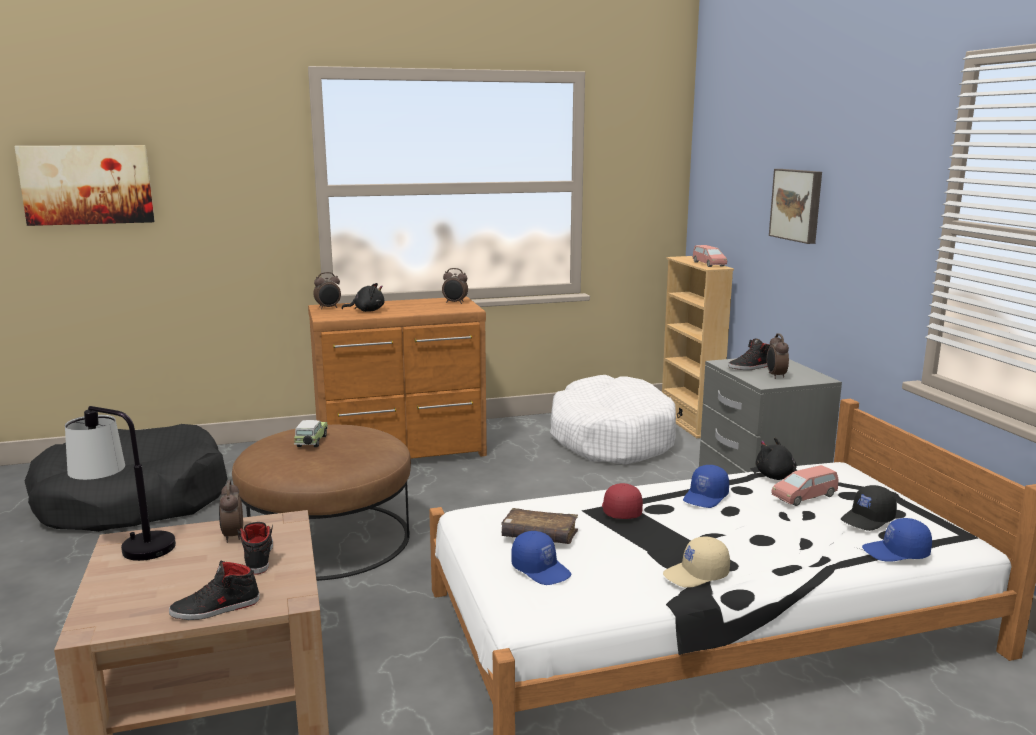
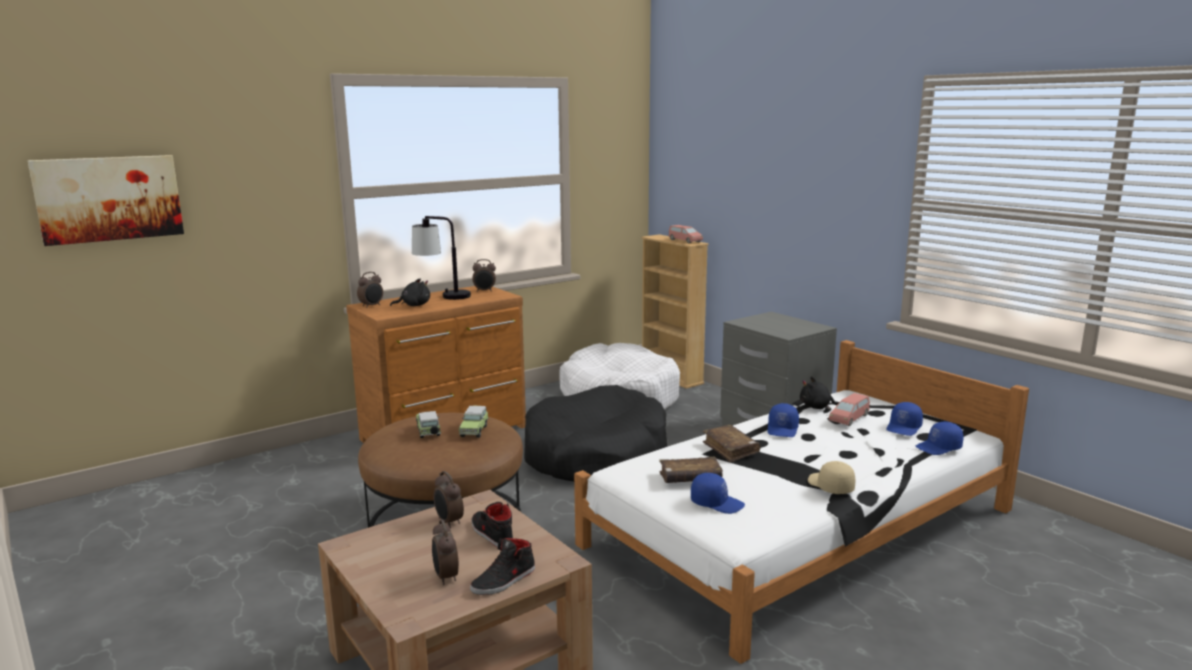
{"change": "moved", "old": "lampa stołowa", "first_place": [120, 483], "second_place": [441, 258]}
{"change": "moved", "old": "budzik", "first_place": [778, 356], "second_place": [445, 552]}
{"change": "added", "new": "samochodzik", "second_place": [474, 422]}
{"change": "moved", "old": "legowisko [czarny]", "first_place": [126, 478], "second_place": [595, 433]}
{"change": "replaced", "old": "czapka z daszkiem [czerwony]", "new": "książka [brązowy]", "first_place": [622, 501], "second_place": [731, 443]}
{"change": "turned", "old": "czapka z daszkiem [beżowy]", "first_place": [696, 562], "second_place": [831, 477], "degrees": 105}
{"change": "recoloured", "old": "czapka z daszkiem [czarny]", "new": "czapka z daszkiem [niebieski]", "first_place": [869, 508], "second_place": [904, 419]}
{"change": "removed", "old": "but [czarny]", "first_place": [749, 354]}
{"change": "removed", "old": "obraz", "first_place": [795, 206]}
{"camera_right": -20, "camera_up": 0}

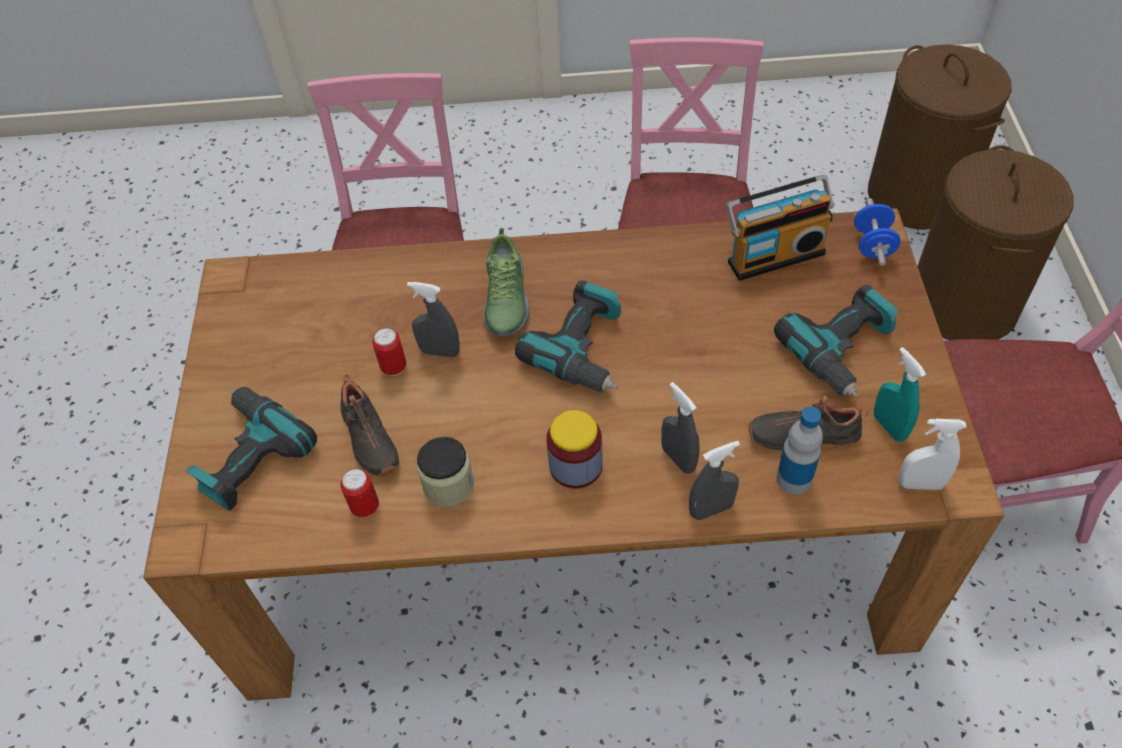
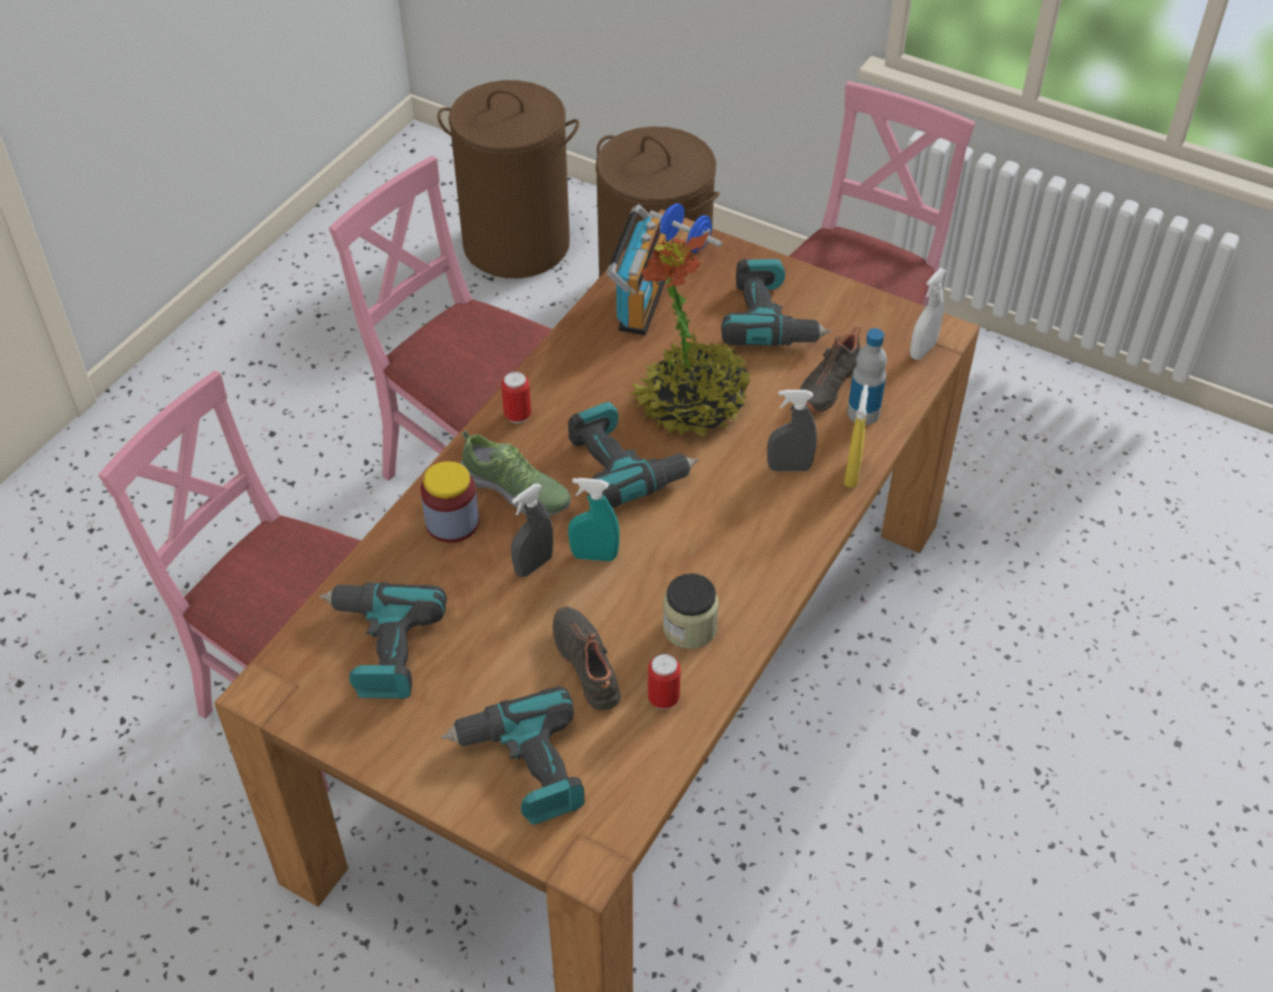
{"change": "added", "new": "wiertarka", "second_place": [383, 640]}
{"change": "moved", "old": "słoik", "first_place": [575, 449], "second_place": [449, 502]}
{"change": "moved", "old": "puszka", "first_place": [389, 352], "second_place": [516, 397]}
{"change": "turned", "old": "but [czarny]", "first_place": [369, 425], "second_place": [587, 658], "degrees": -120}
{"change": "moved", "old": "spryskiwacz [turkusowy]", "first_place": [900, 394], "second_place": [594, 519]}
{"change": "added", "new": "roślina doniczkowa", "second_place": [690, 334]}
{"change": "recoloured", "old": "spryskiwacz [szary]", "new": "spryskiwacz [żółty]", "first_place": [714, 480], "second_place": [856, 436]}
{"camera_right": -60, "camera_up": -5}

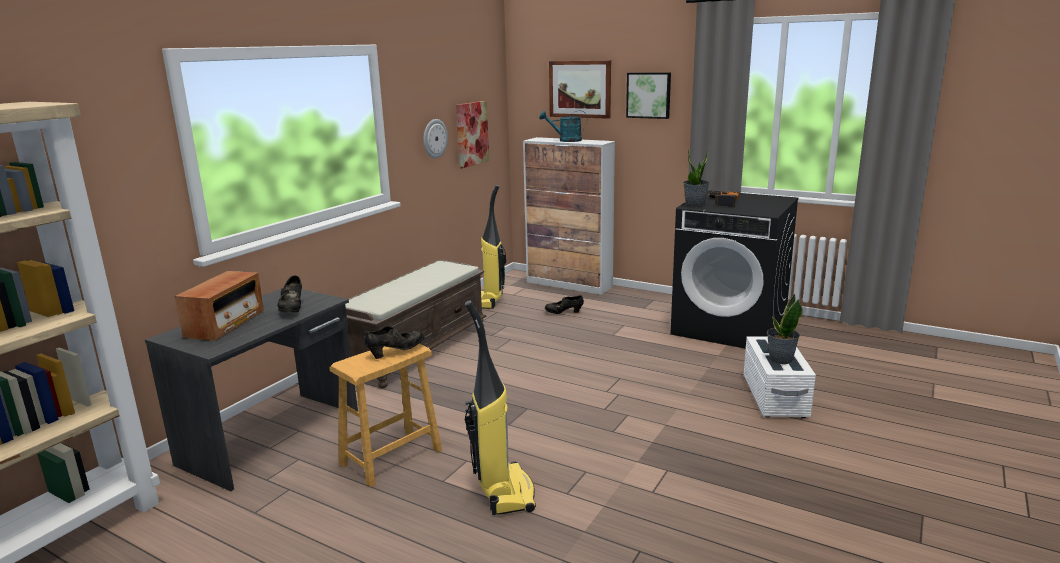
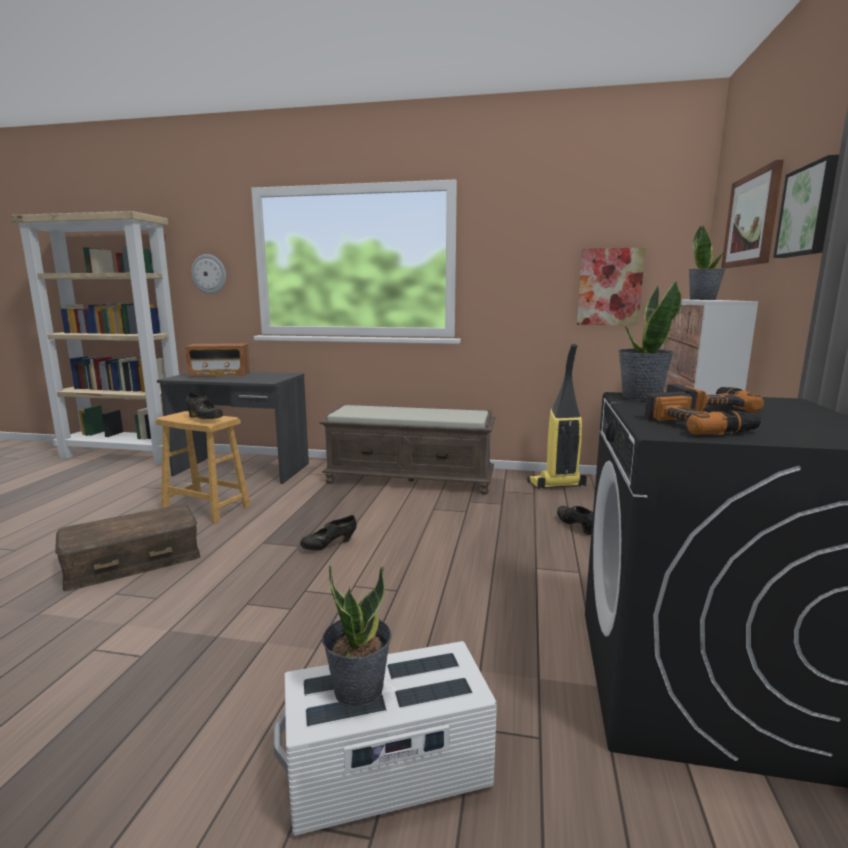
{"change": "replaced", "old": "odkurzacz", "new": "pojemnik do przechowywania [brązowy]", "first_place": [500, 408], "second_place": [127, 547]}
{"change": "moved", "old": "zegar ścienny", "first_place": [435, 138], "second_place": [208, 274]}
{"change": "moved", "old": "but [czarny]", "first_place": [289, 294], "second_place": [328, 532]}
{"change": "added", "new": "wiertarka", "second_place": [703, 413]}
{"change": "replaced", "old": "konewka [turkusowy]", "new": "roślina doniczkowa", "first_place": [563, 126], "second_place": [707, 262]}
{"camera_right": 70, "camera_up": -5}

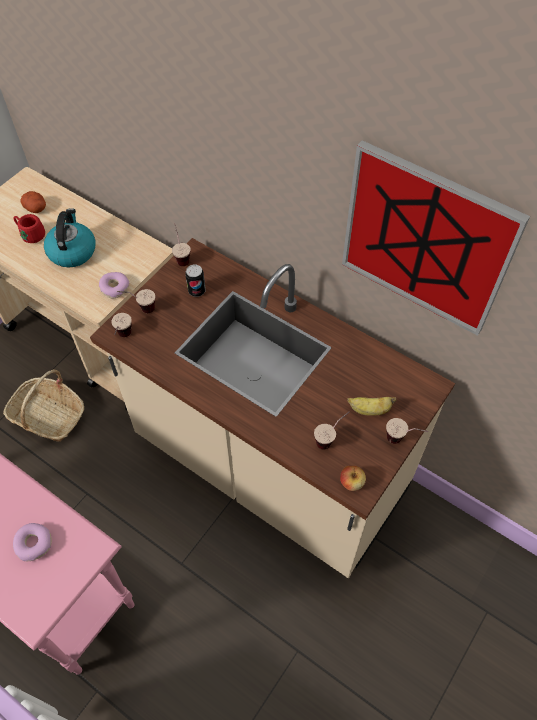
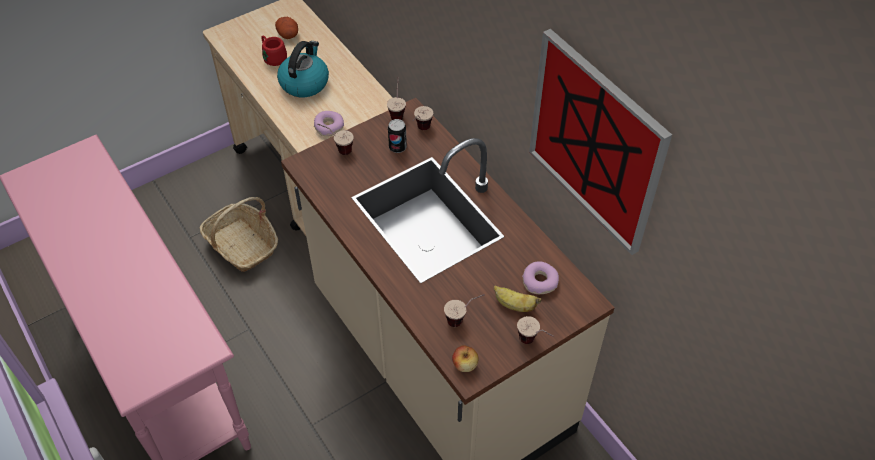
{"change": "moved", "old": "filiżanka", "first_place": [121, 325], "second_place": [423, 118]}
{"change": "moved", "old": "donut", "first_place": [32, 542], "second_place": [540, 277]}
{"camera_right": 20, "camera_up": -5}

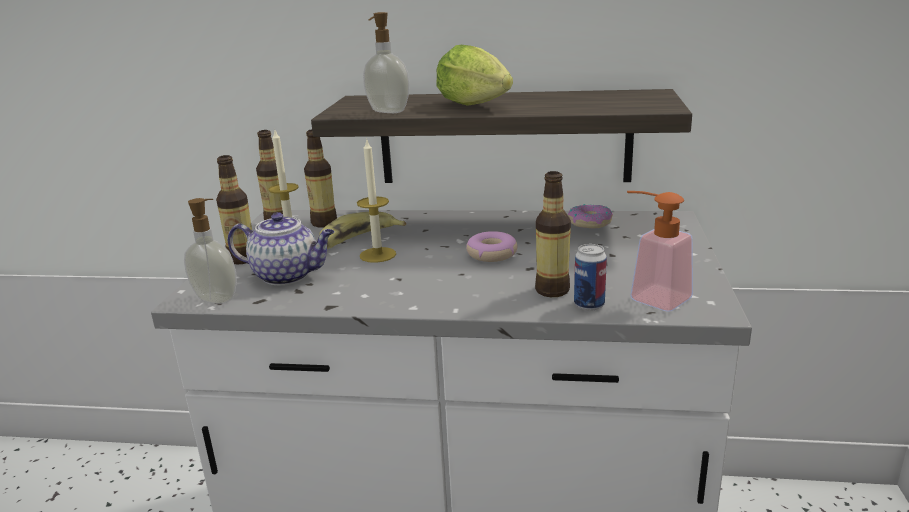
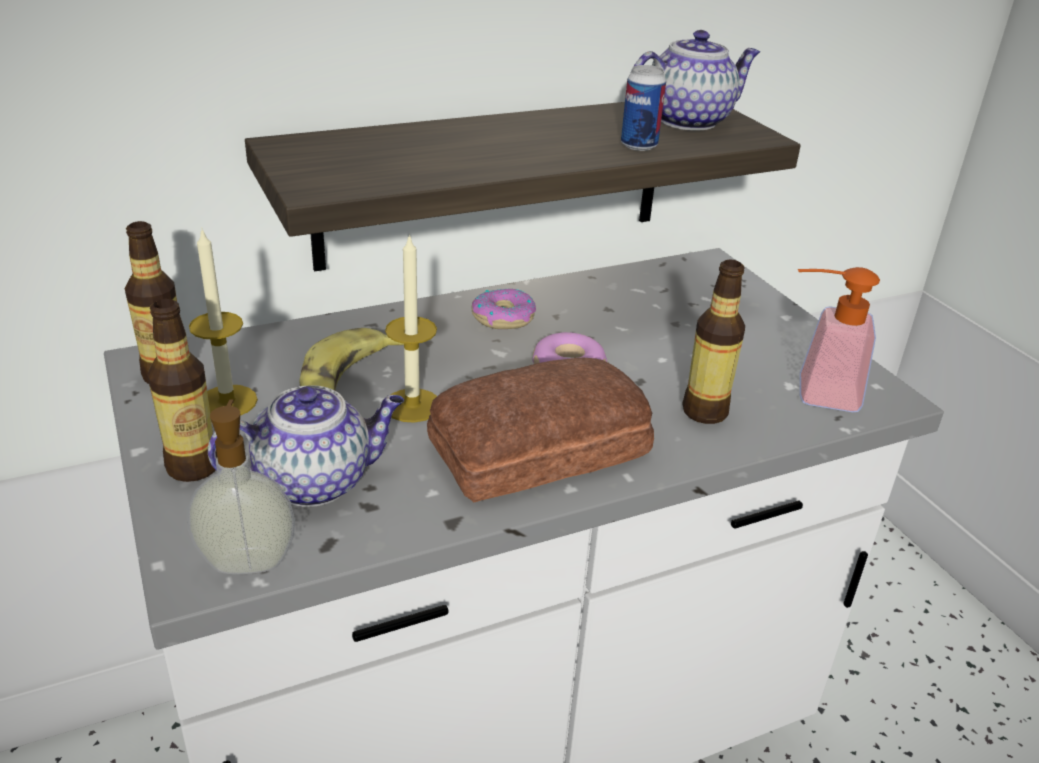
{"change": "added", "new": "chleb", "second_place": [540, 430]}
{"change": "moved", "old": "donut", "first_place": [590, 216], "second_place": [503, 308]}
{"change": "moved", "old": "puszka", "first_place": [590, 277], "second_place": [643, 108]}
{"change": "added", "new": "imbryk", "second_place": [695, 80]}
{"change": "removed", "old": "butelka", "first_place": [320, 178]}
{"change": "removed", "old": "dozownik mydła", "first_place": [386, 62]}
{"change": "removed", "old": "sałata", "first_place": [474, 75]}
{"camera_right": -35, "camera_up": 10}

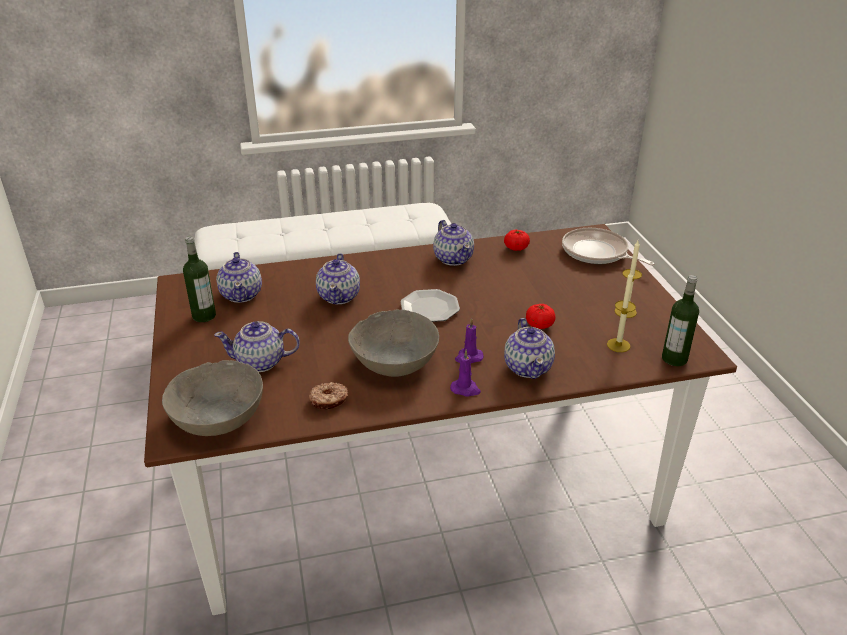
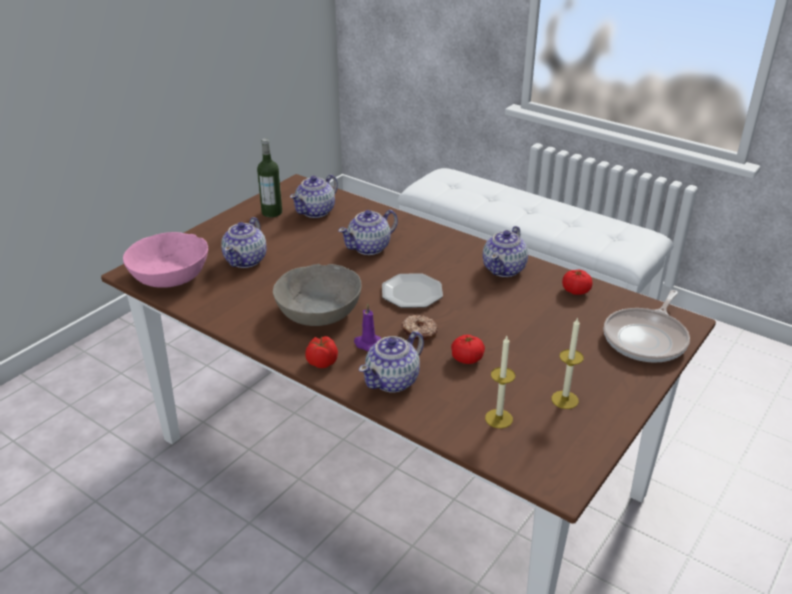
{"change": "recoloured", "old": "miska [szary]", "new": "miska [różowy]", "first_place": [212, 398], "second_place": [165, 260]}
{"change": "turned", "old": "imbryk", "first_place": [257, 346], "second_place": [243, 242], "degrees": -120}
{"change": "replaced", "old": "świeca [fioletowy]", "new": "pomidor", "first_place": [465, 372], "second_place": [321, 352]}
{"change": "moved", "old": "donut", "first_place": [329, 396], "second_place": [419, 327]}
{"change": "turned", "old": "patelnia", "first_place": [608, 246], "second_place": [647, 326], "degrees": -150}
{"change": "removed", "old": "butelka", "first_place": [680, 320]}
{"camera_right": 50, "camera_up": 0}

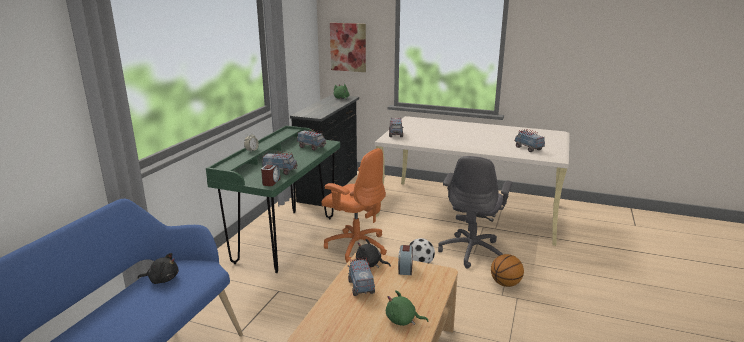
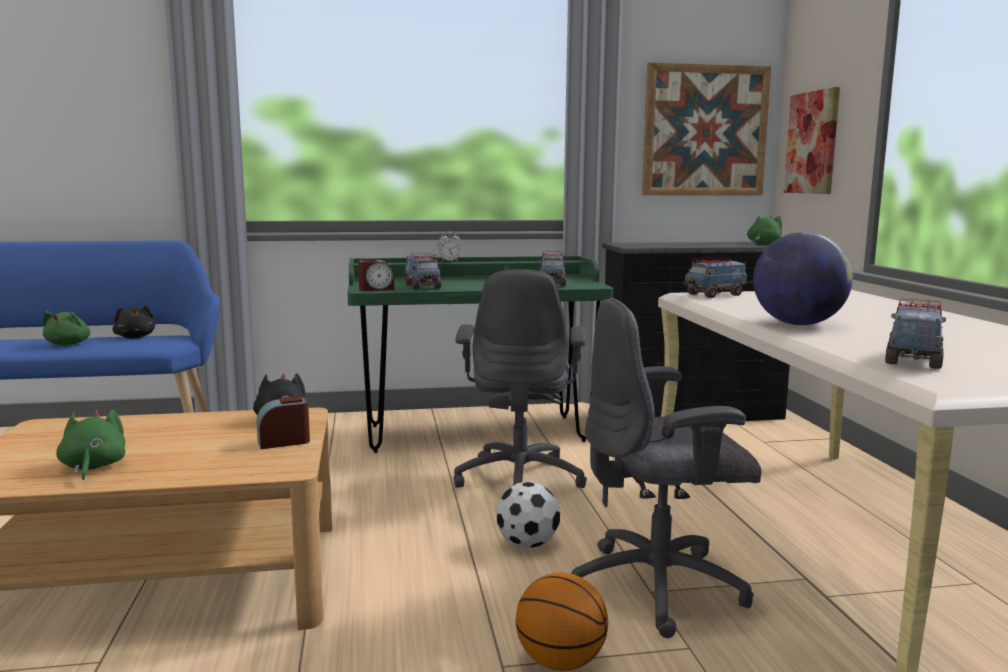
{"change": "added", "new": "pluszak [zielony]", "second_place": [66, 328]}
{"change": "recoloured", "old": "krzesło biurowe [pomarańczowy]", "new": "krzesło biurowe [szary]", "first_place": [354, 205], "second_place": [520, 378]}
{"change": "added", "new": "obraz", "second_place": [706, 129]}
{"change": "added", "new": "globus", "second_place": [803, 278]}
{"change": "removed", "old": "ciężarówka zabawkowa", "first_place": [361, 276]}
{"camera_right": 60, "camera_up": -10}

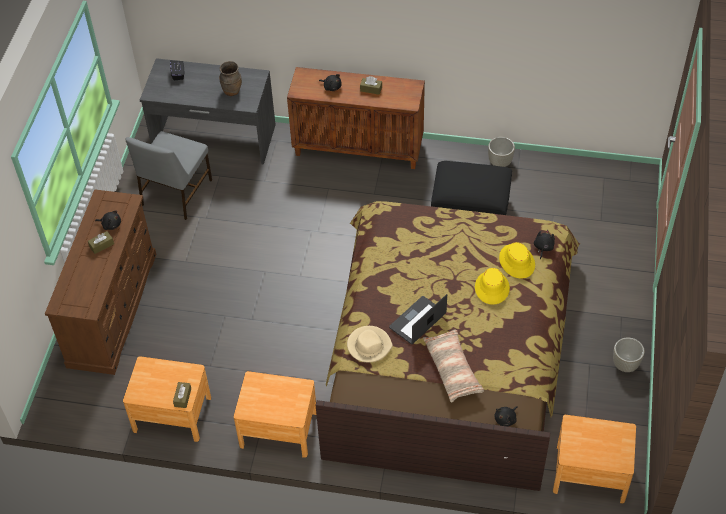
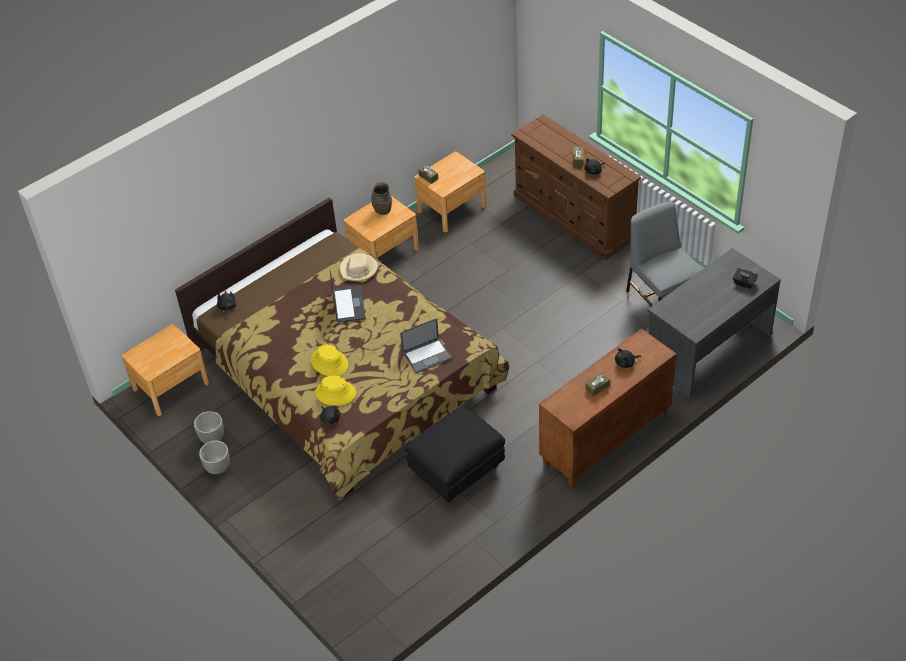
{"change": "moved", "old": "donica [szary]", "first_place": [501, 152], "second_place": [209, 427]}
{"change": "moved", "old": "wazon [brązowy]", "first_place": [230, 78], "second_place": [381, 198]}
{"change": "added", "new": "laptop", "second_place": [426, 345]}
{"change": "removed", "old": "poduszka", "first_place": [453, 365]}
{"camera_right": 130, "camera_up": -5}

